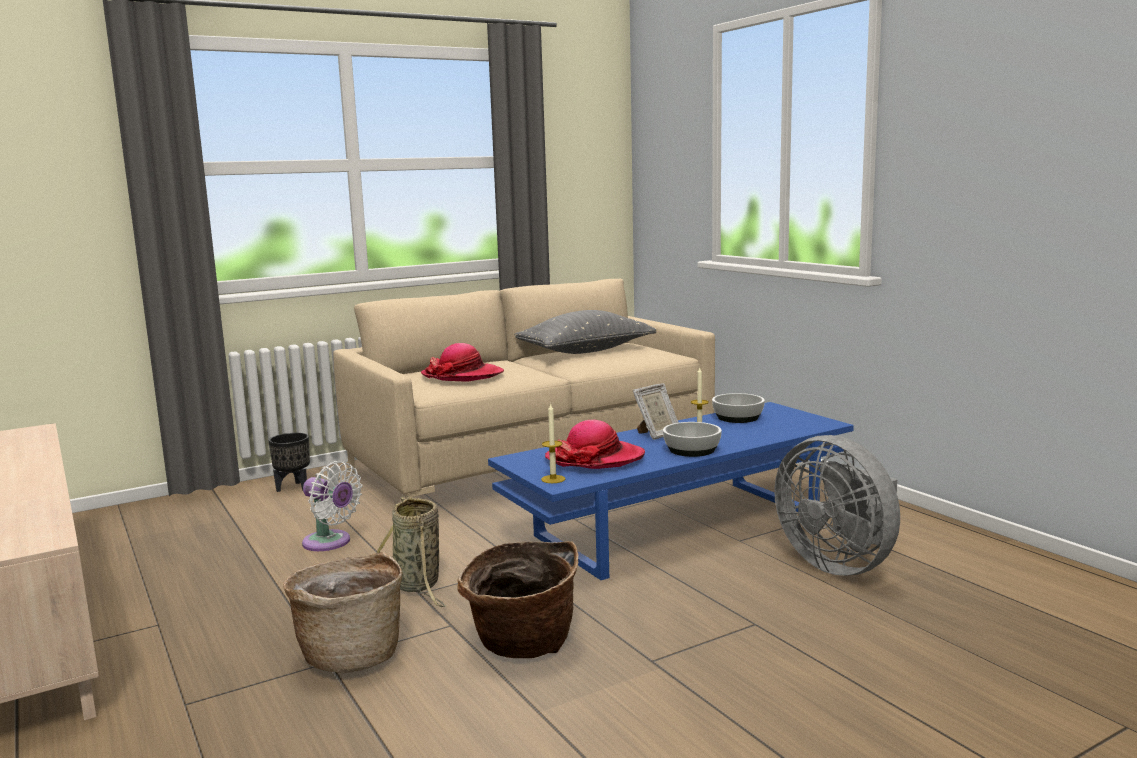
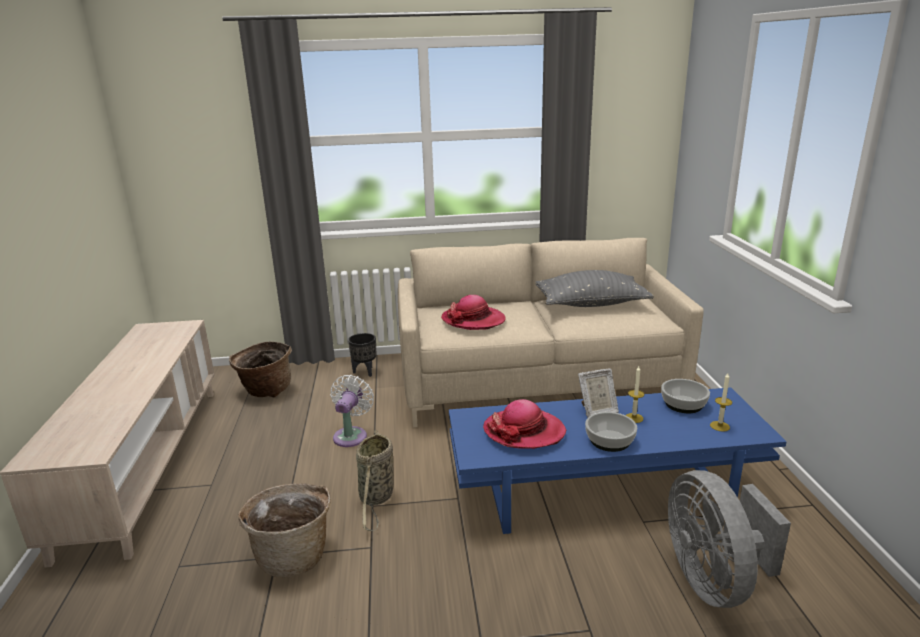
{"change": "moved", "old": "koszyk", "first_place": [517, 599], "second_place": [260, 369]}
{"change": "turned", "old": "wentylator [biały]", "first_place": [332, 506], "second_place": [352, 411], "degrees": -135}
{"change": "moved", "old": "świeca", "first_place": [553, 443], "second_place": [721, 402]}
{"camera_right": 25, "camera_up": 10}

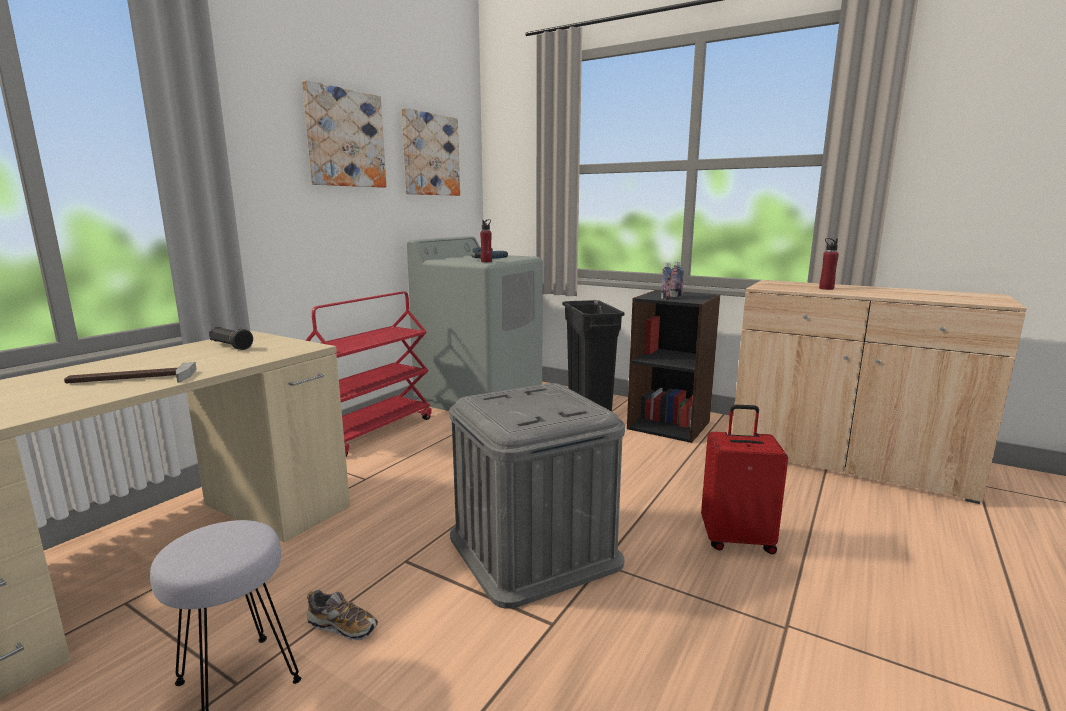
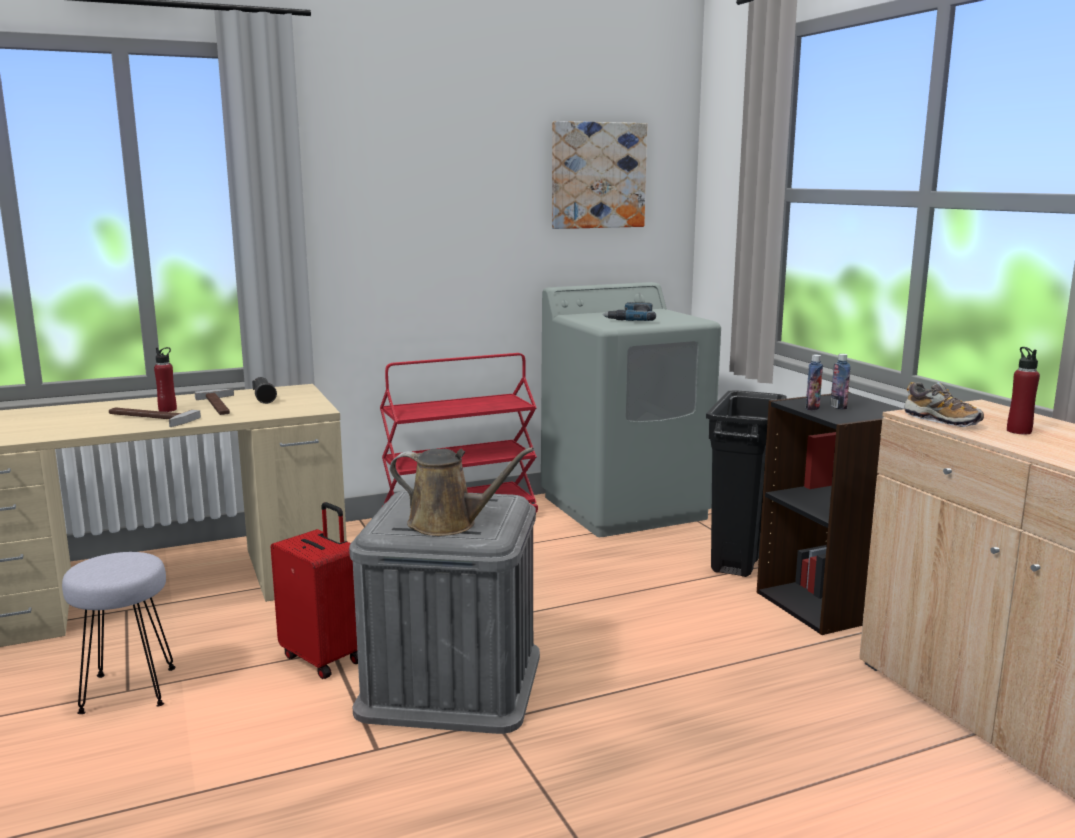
{"change": "moved", "old": "butelka [czerwony]", "first_place": [486, 240], "second_place": [165, 379]}
{"change": "added", "new": "młotek", "second_place": [214, 402]}
{"change": "moved", "old": "walizka [czerwony]", "first_place": [744, 479], "second_place": [314, 590]}
{"change": "added", "new": "konewka [brązowy]", "second_place": [462, 491]}
{"change": "moved", "old": "but", "first_place": [342, 615], "second_place": [944, 404]}
{"change": "removed", "old": "obraz", "first_place": [344, 134]}
{"camera_right": 35, "camera_up": 0}

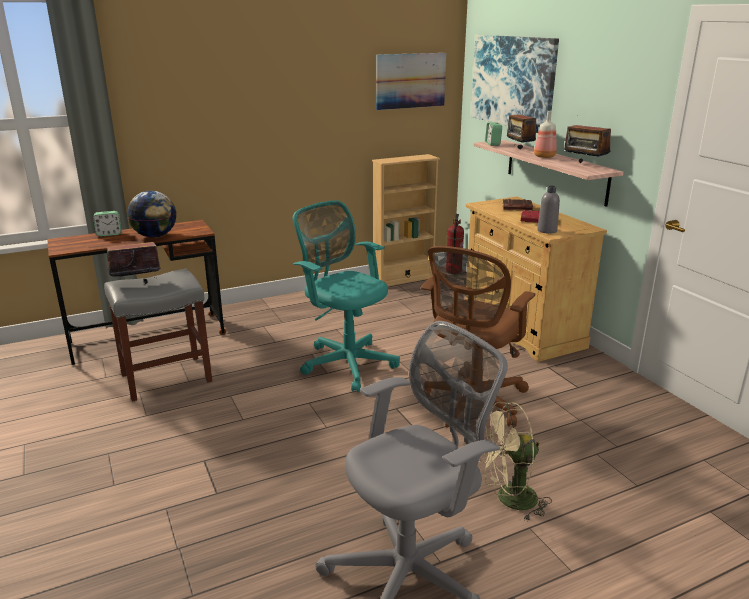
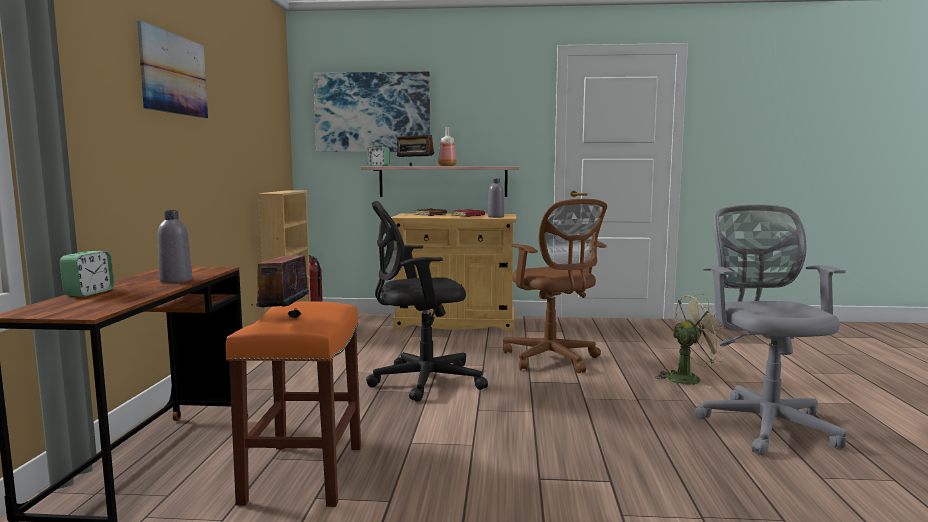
{"change": "moved", "old": "obraz", "first_place": [411, 81], "second_place": [172, 70]}
{"change": "replaced", "old": "globus", "new": "butelka [szary]", "first_place": [151, 214], "second_place": [175, 246]}
{"change": "recoloured", "old": "stołek [szary]", "new": "stołek [pomarańczowy]", "first_place": [158, 335], "second_place": [293, 404]}
{"change": "recoloured", "old": "krzesło biurowe [turkusowy]", "new": "krzesło biurowe [czarny]", "first_place": [346, 296], "second_place": [427, 301]}
{"change": "turned", "old": "wentylator [beżowy]", "first_place": [515, 461], "second_place": [692, 341], "degrees": -120}
{"change": "removed", "old": "radio", "first_place": [587, 139]}
{"camera_right": -60, "camera_up": -15}

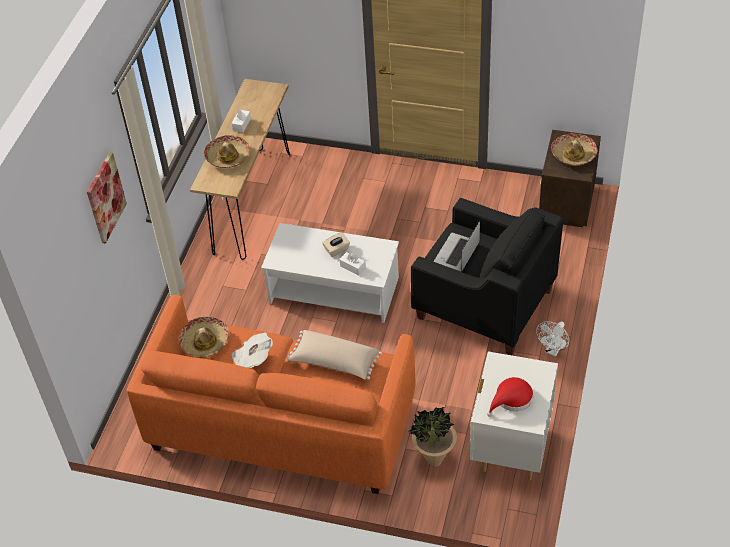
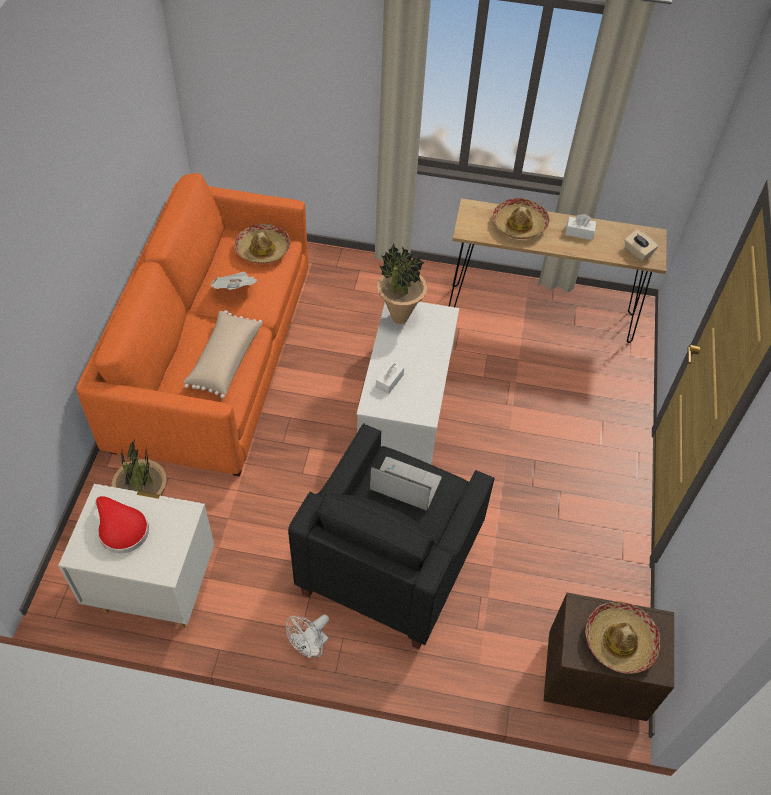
{"change": "turned", "old": "wentylator [biały]", "first_place": [552, 339], "second_place": [308, 637], "degrees": -75}
{"change": "added", "new": "roślina doniczkowa", "second_place": [402, 284]}
{"change": "moved", "old": "pudełko chusteczek [beżowy]", "first_place": [336, 244], "second_place": [641, 245]}
{"change": "removed", "old": "obraz", "first_place": [107, 198]}
{"camera_right": 80, "camera_up": 5}

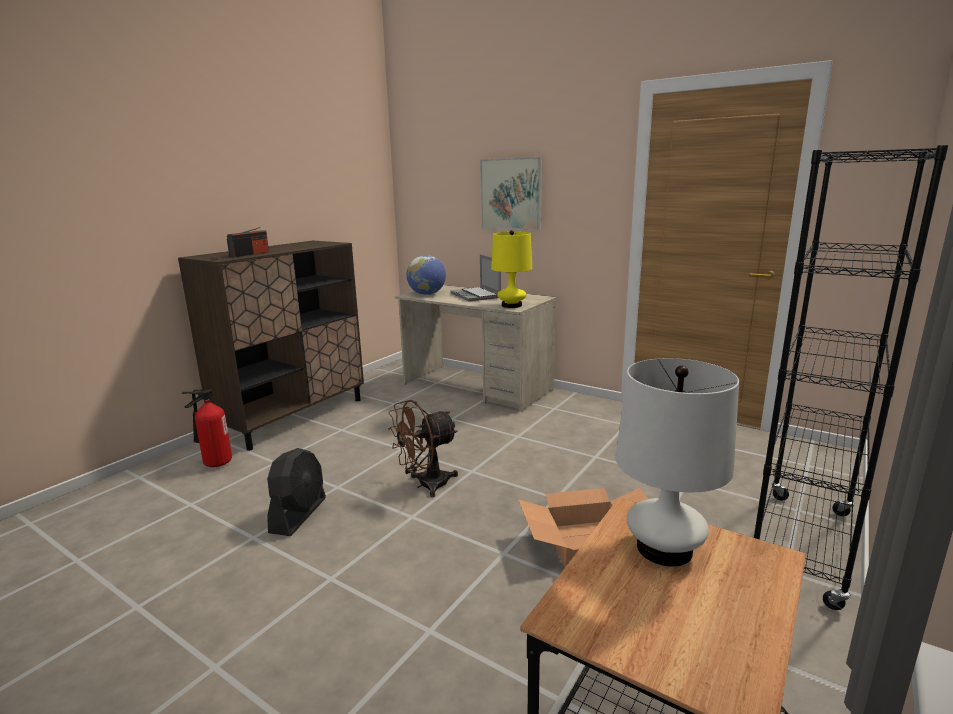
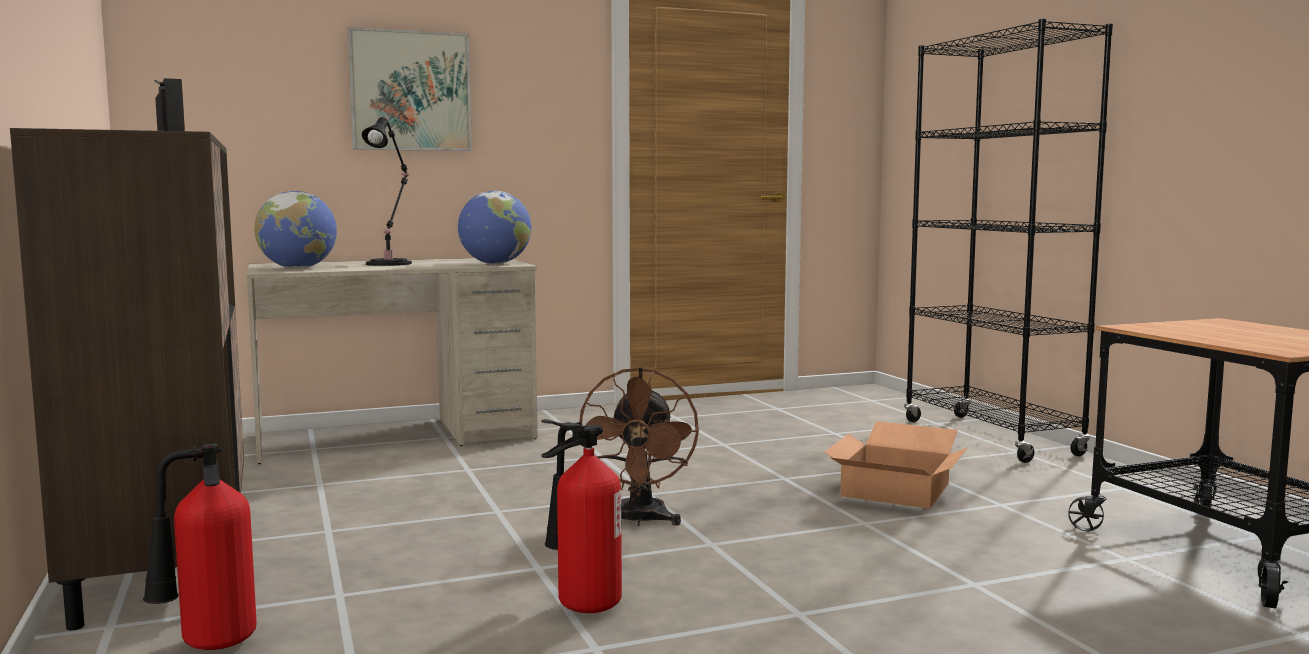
{"change": "replaced", "old": "laptop", "new": "lampa stołowa [czarny]", "first_place": [476, 278], "second_place": [387, 191]}
{"change": "replaced", "old": "lampa stołowa [żółty]", "new": "globus", "first_place": [511, 269], "second_place": [494, 227]}
{"change": "replaced", "old": "wentylator [czarny]", "new": "gaśnica", "first_place": [296, 492], "second_place": [581, 516]}
{"change": "removed", "old": "lampa stołowa [biały]", "first_place": [677, 462]}
{"camera_right": -55, "camera_up": -10}

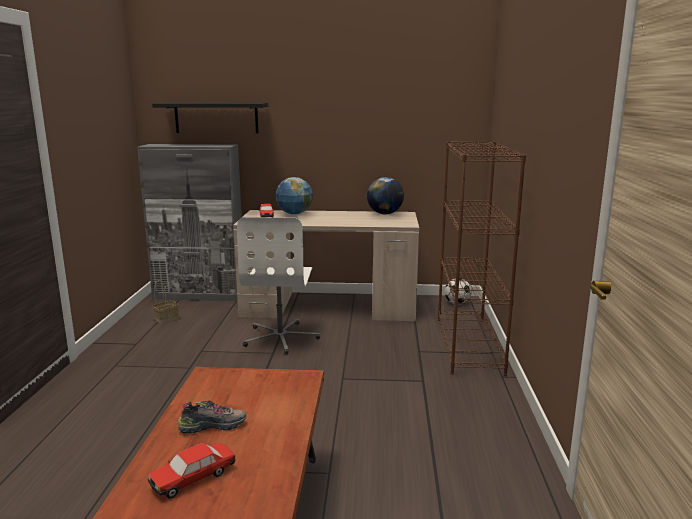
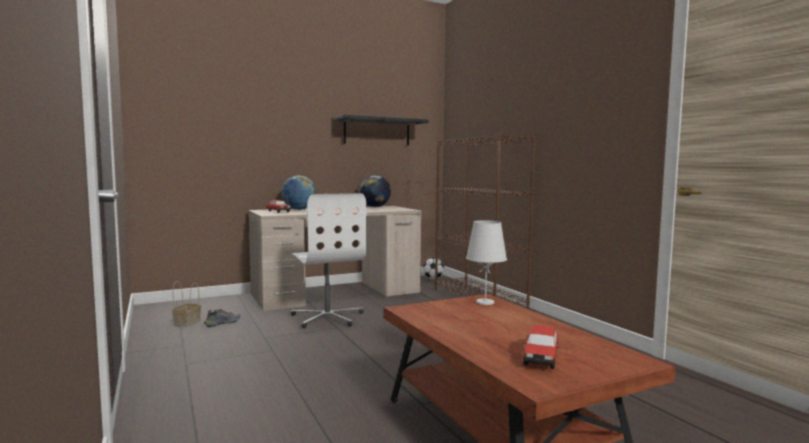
{"change": "moved", "old": "but", "first_place": [211, 417], "second_place": [222, 318]}
{"change": "moved", "old": "półka [czarny]", "first_place": [210, 118], "second_place": [381, 130]}
{"change": "added", "new": "lampa stołowa [biały]", "second_place": [486, 262]}
{"change": "removed", "old": "szafka [szary]", "first_place": [189, 222]}
{"camera_right": -30, "camera_up": -10}

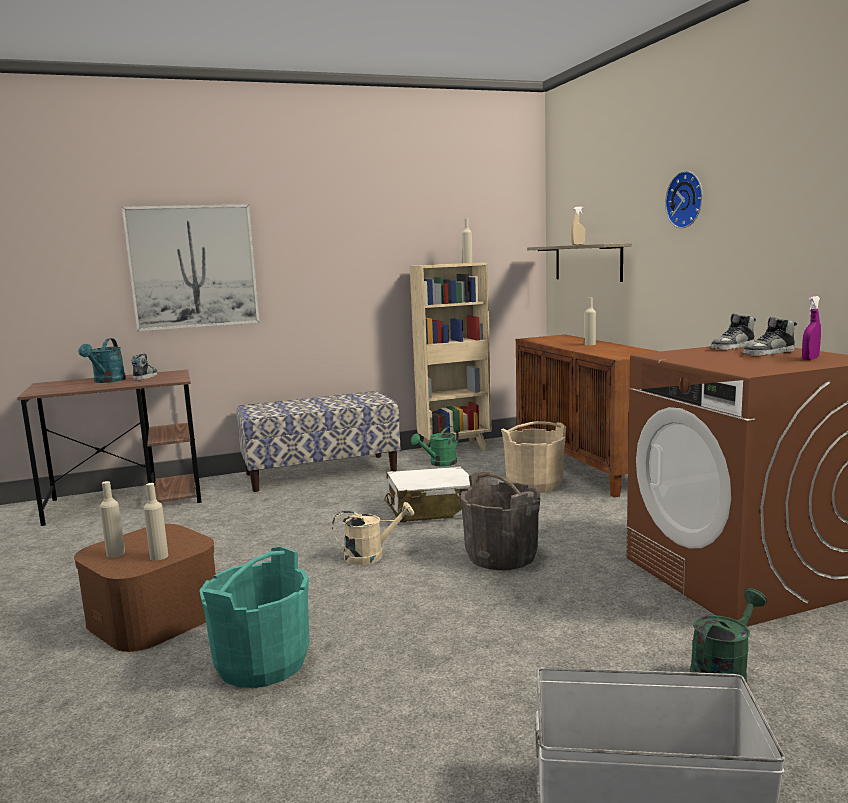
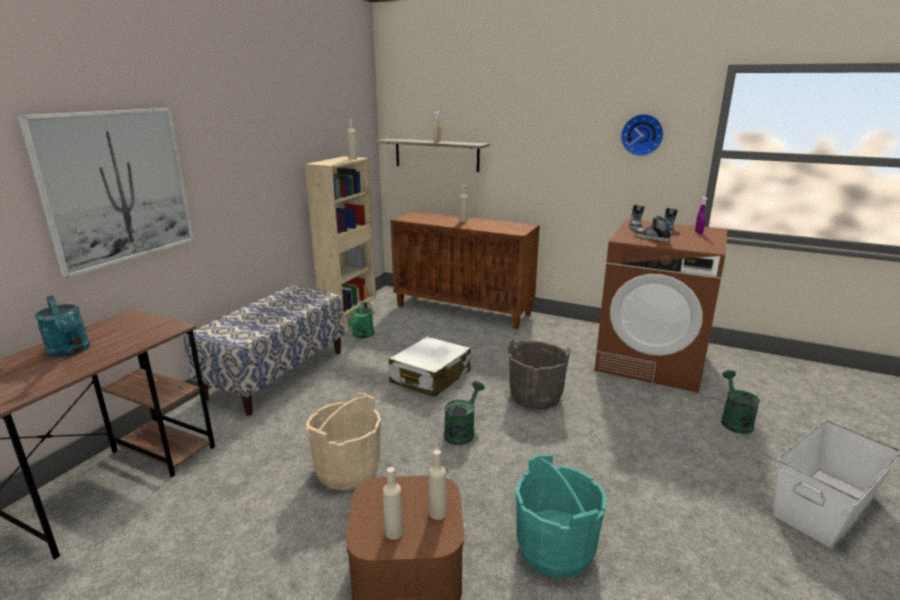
{"change": "moved", "old": "wiadro [beżowy]", "first_place": [534, 457], "second_place": [343, 441]}
{"change": "recoloured", "old": "konewka [beżowy]", "new": "konewka [zielony]", "first_place": [373, 533], "second_place": [464, 413]}
{"change": "moved", "old": "zegar ścienny", "first_place": [684, 199], "second_place": [642, 135]}
{"change": "moved", "old": "but", "first_place": [144, 367], "second_place": [653, 229]}
{"camera_right": -45, "camera_up": 10}

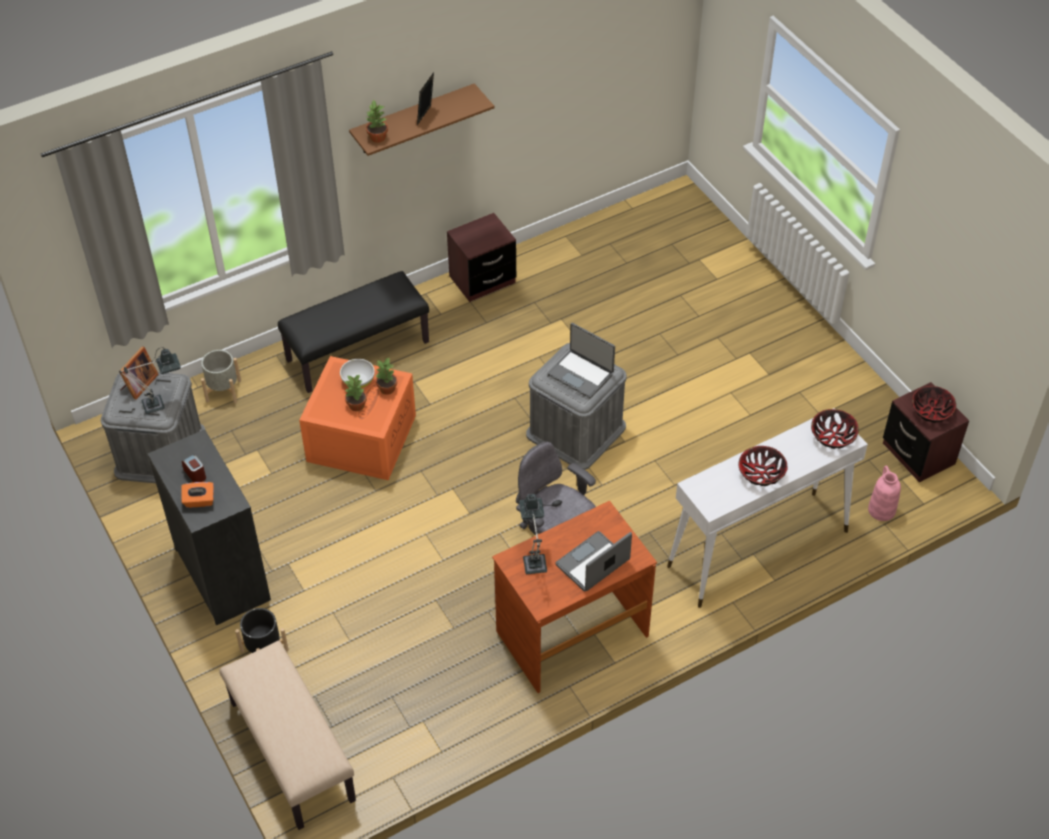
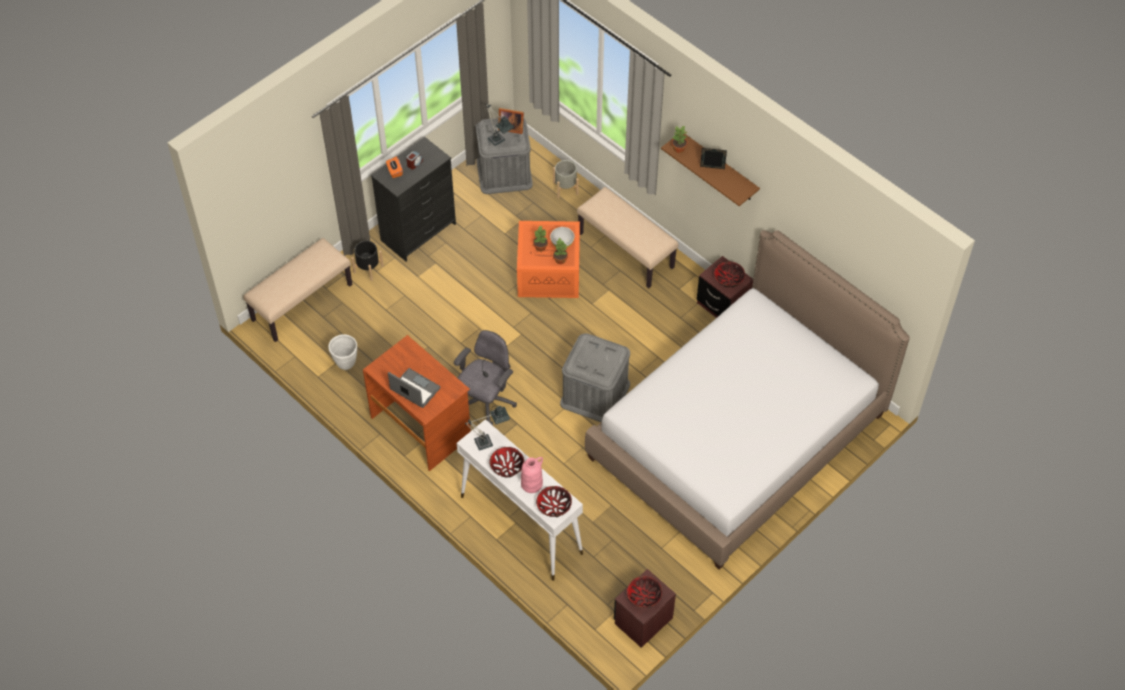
{"change": "added", "new": "donica [biały]", "second_place": [342, 352]}
{"change": "moved", "old": "lampa stołowa", "first_place": [533, 534], "second_place": [487, 428]}
{"change": "moved", "old": "wazon [różowy]", "first_place": [884, 493], "second_place": [532, 475]}
{"change": "recoloured", "old": "ławka [czarny]", "new": "ławka [beżowy]", "first_place": [353, 332], "second_place": [628, 237]}
{"change": "added", "new": "łóżko", "second_place": [747, 400]}
{"change": "added", "new": "miska", "second_place": [729, 274]}
{"change": "removed", "old": "laptop", "first_place": [581, 360]}
{"camera_right": 75, "camera_up": 5}

